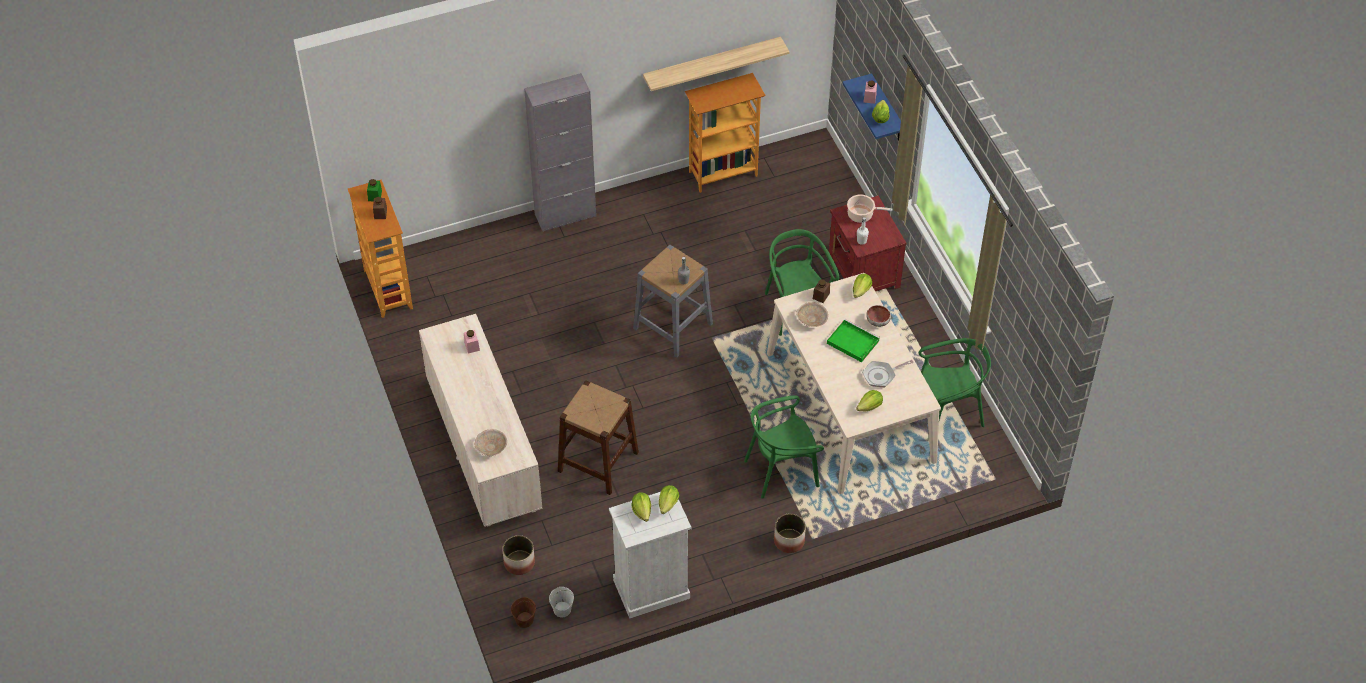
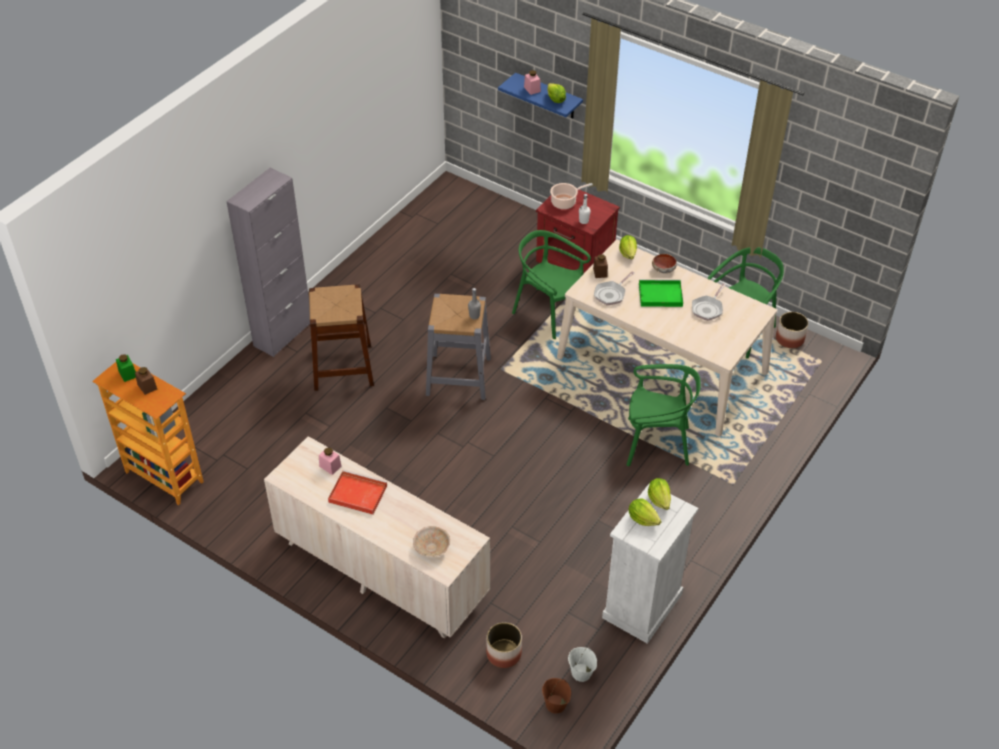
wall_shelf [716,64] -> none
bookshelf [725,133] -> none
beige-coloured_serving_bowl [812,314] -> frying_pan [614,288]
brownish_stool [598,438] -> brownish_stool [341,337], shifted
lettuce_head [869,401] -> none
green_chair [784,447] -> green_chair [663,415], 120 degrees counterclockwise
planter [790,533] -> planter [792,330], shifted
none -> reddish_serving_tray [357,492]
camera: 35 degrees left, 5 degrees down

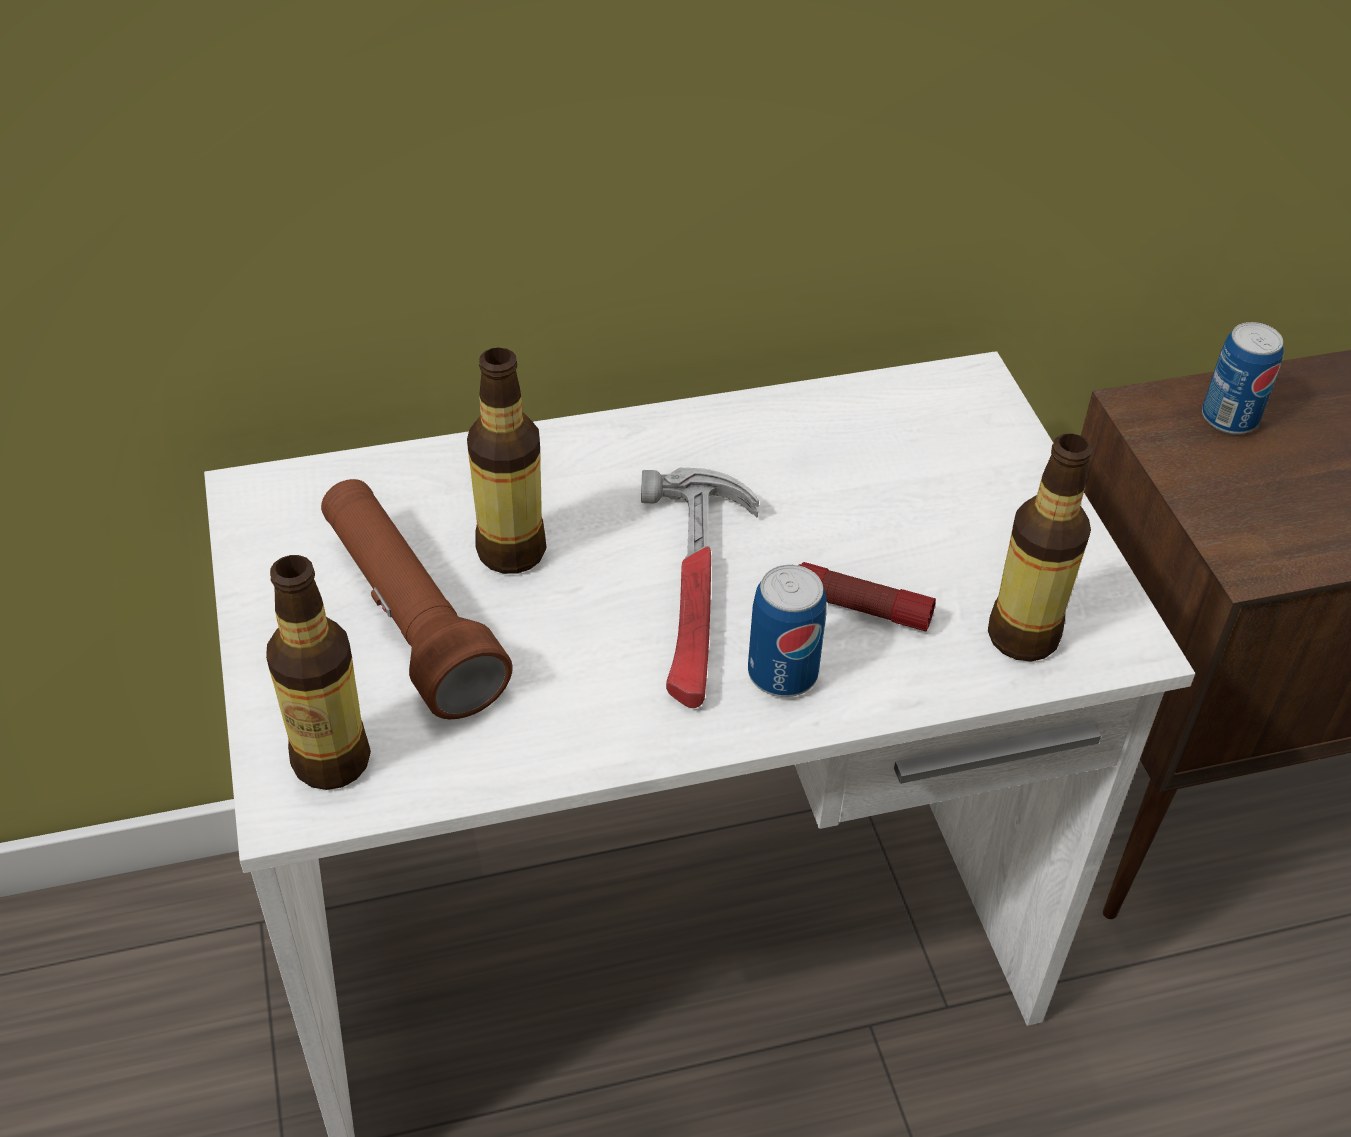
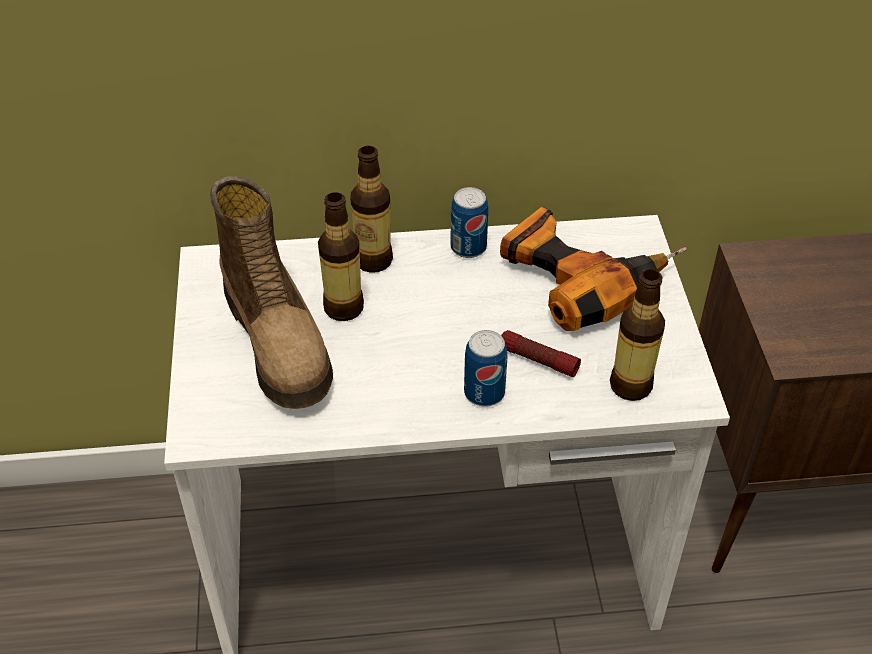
can [1243,378] -> can [469,222], shifted
tool_hammer [700,588] -> none
brownish_flashlight [417,599] -> boot [271,292]
bottle [318,672] -> bottle [371,209], shifted
none -> power_drill [593,269]
camera: 10 degrees right, 0 degrees up

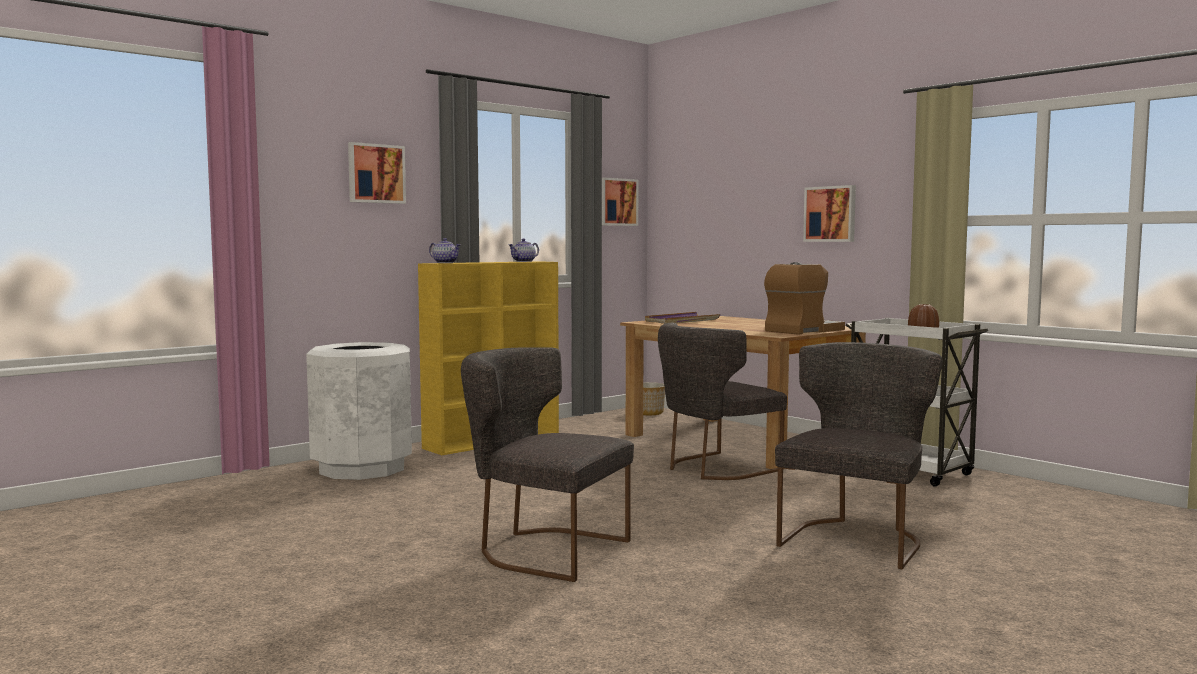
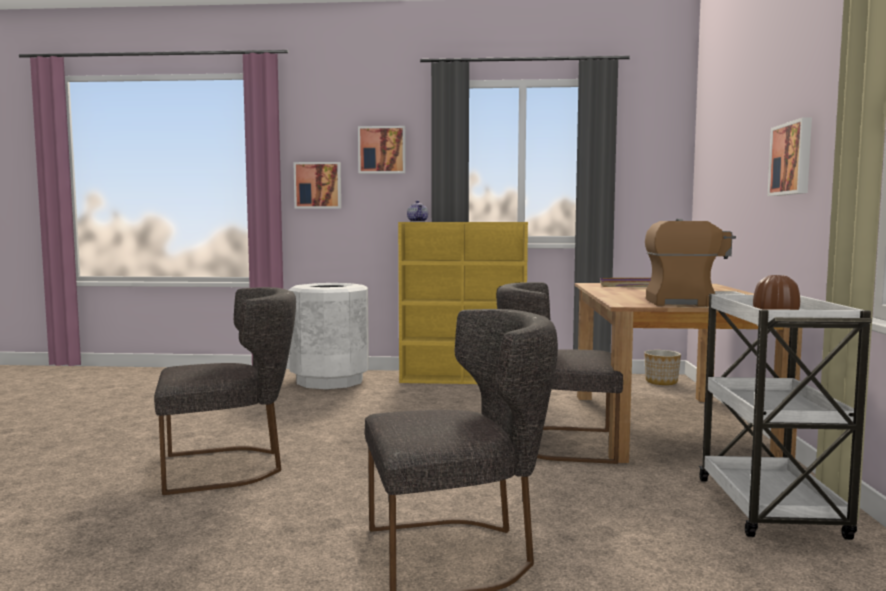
wall_picture [620,202] -> wall_picture [317,185], shifted
teapot [523,250] -> none
grey_chair [547,464] -> grey_chair [225,391], 90 degrees clockwise
camera: 45 degrees right, 0 degrees up

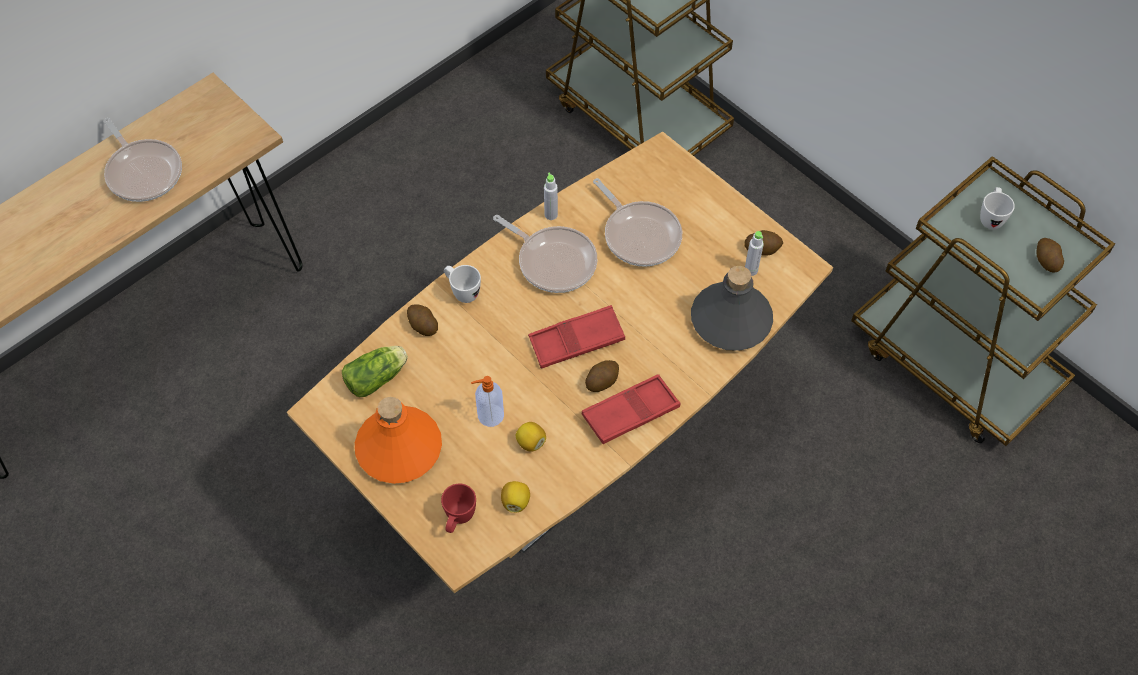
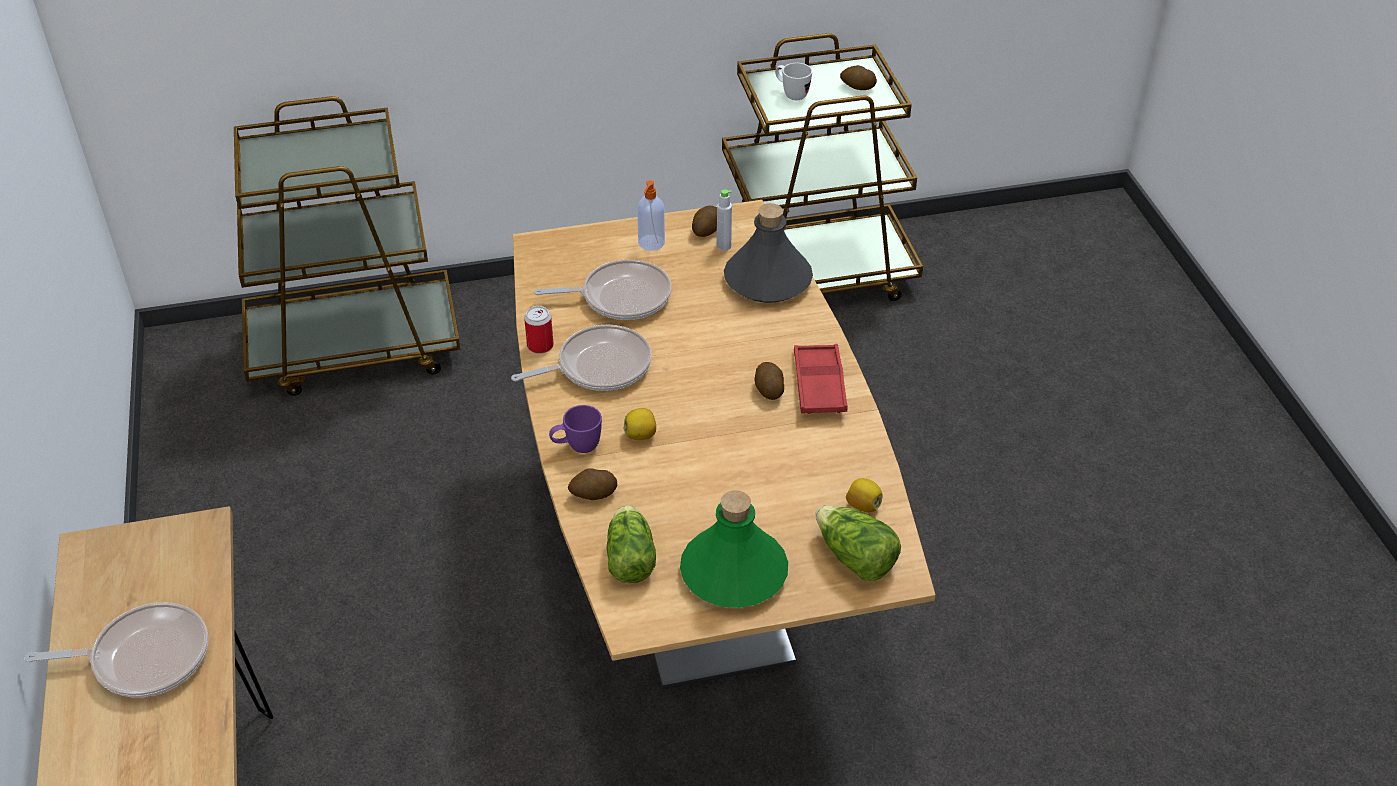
grey_bottle [551,196] -> can [539,330]
whitish_tea_mug [462,284] -> purple_tea_mug [575,429]
reddish_serving_tray [576,337] -> none
soap_bottle [487,401] -> soap_bottle [651,215], shifted
orange-coloured_bottle [398,440] -> green_bottle [734,549]
citrus_fruit [531,437] -> citrus_fruit [640,424], shifted
reddish_tea_mug [458,508] -> lettuce_head [858,543]
camera: 60 degrees left, 15 degrees down

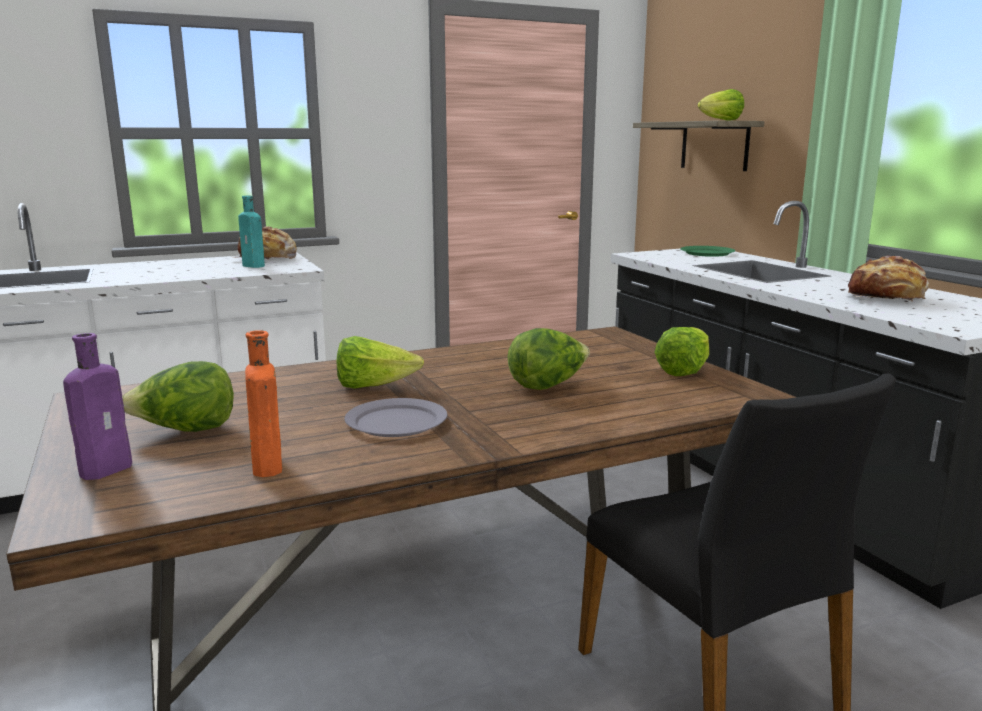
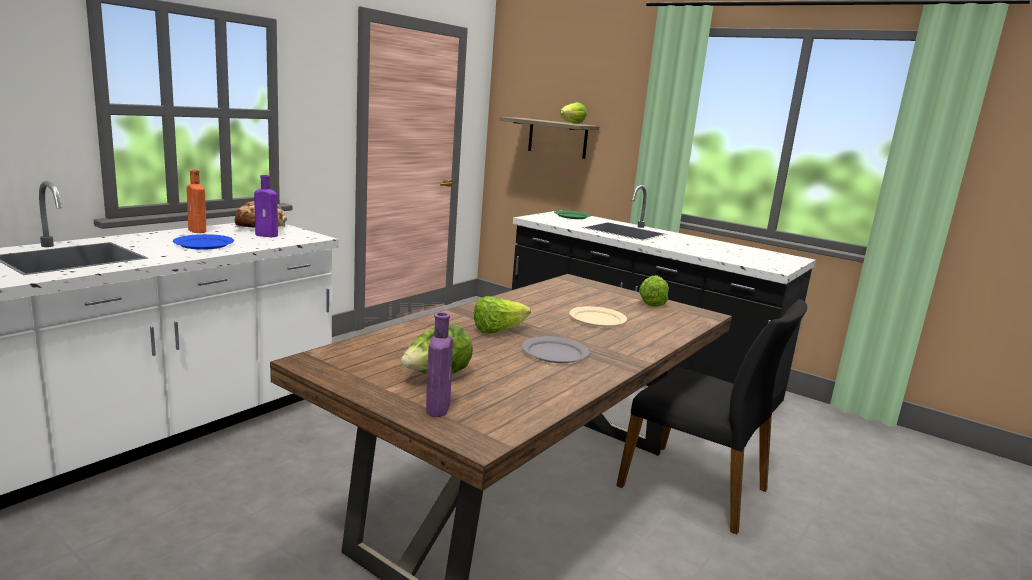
blue-green_bottle [251,232] -> purple_bottle [266,206]
bread [888,278] -> none
lettuce_head [549,359] -> beige-coloured_flat_dish [598,316]
orange-coloured_bottle [263,404] -> orange-coloured_bottle [196,201], shifted
none -> bluish_flat_dish [203,242]
camera: 30 degrees left, 0 degrees up

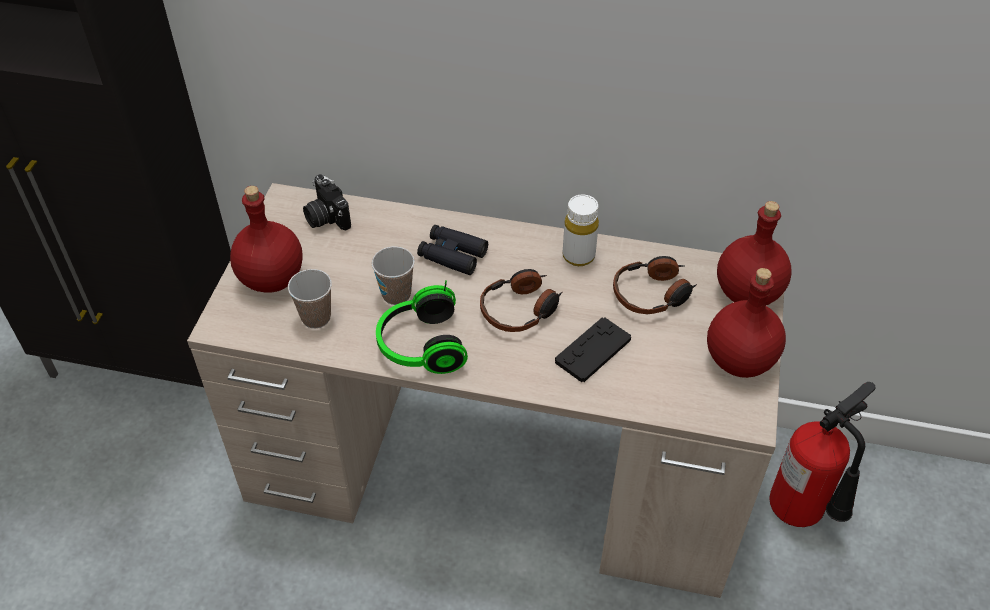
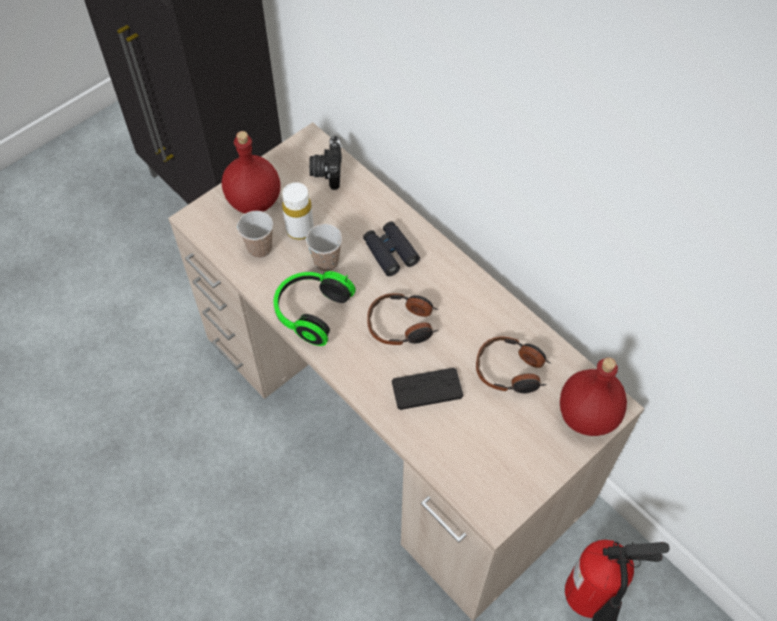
whitish_bottle [581,230] -> whitish_bottle [298,211], shifted
reddish_bottle [746,323] -> none
camera: 35 degrees right, 10 degrees up

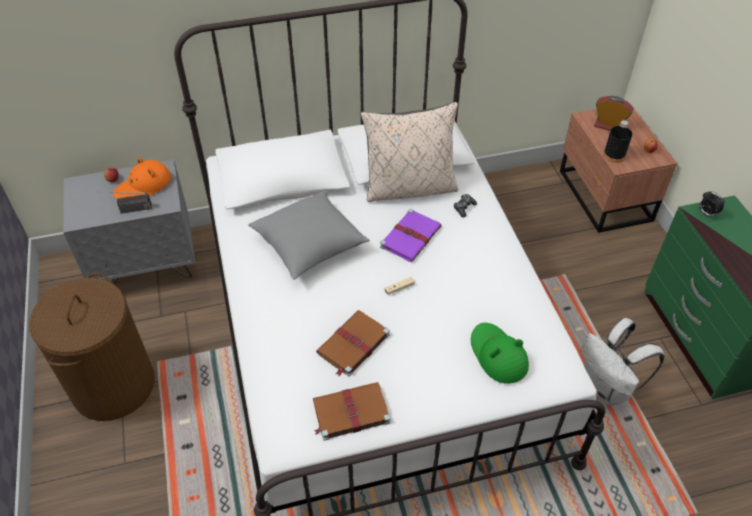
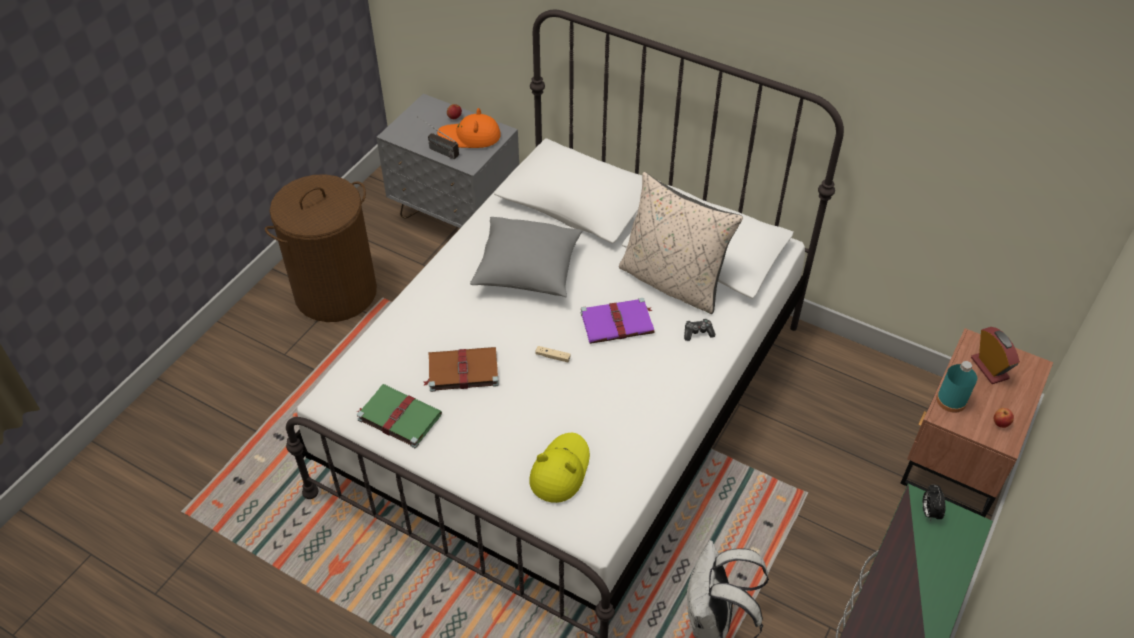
black_bottle [617,141] -> blue-green_bottle [956,387]
green_hat [500,353] -> yellowish_hat [559,467]
brownish_book [352,411] -> green_book [399,416]
camera: 45 degrees right, 0 degrees up

